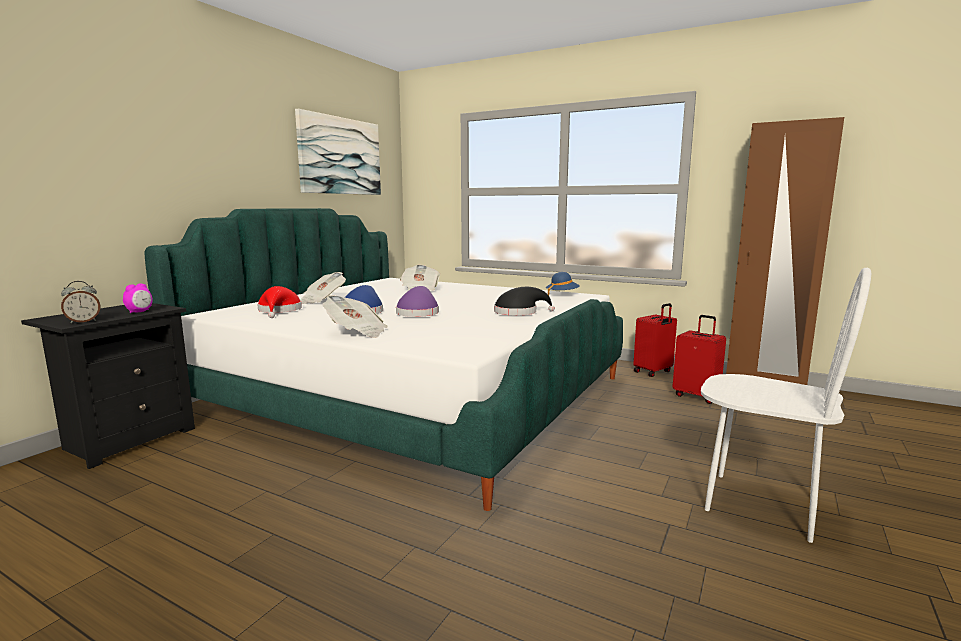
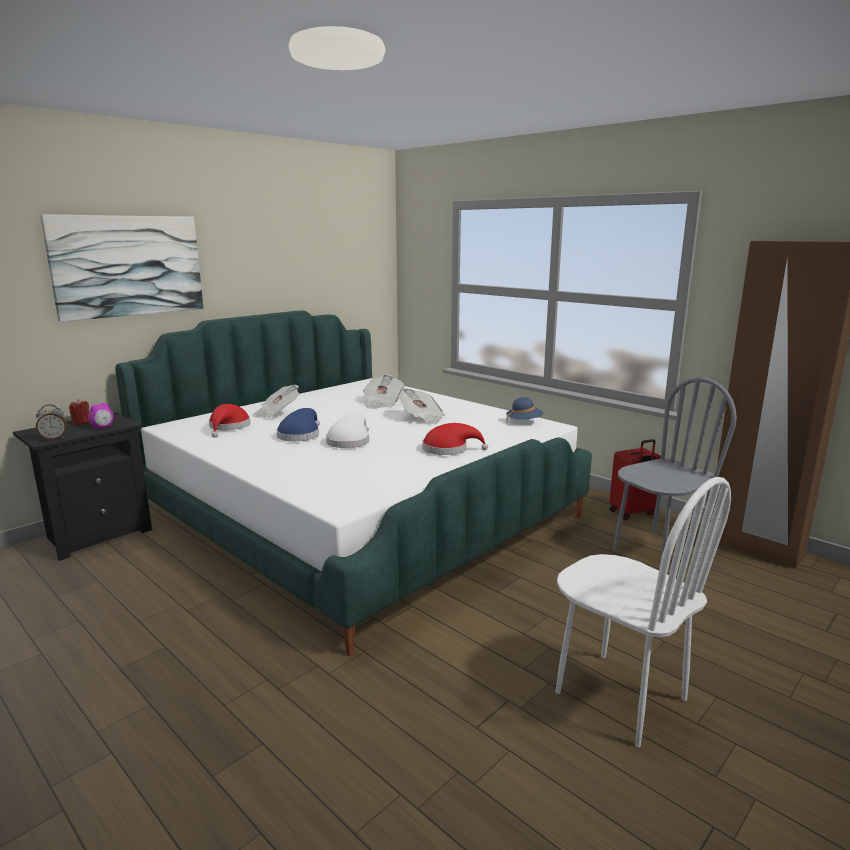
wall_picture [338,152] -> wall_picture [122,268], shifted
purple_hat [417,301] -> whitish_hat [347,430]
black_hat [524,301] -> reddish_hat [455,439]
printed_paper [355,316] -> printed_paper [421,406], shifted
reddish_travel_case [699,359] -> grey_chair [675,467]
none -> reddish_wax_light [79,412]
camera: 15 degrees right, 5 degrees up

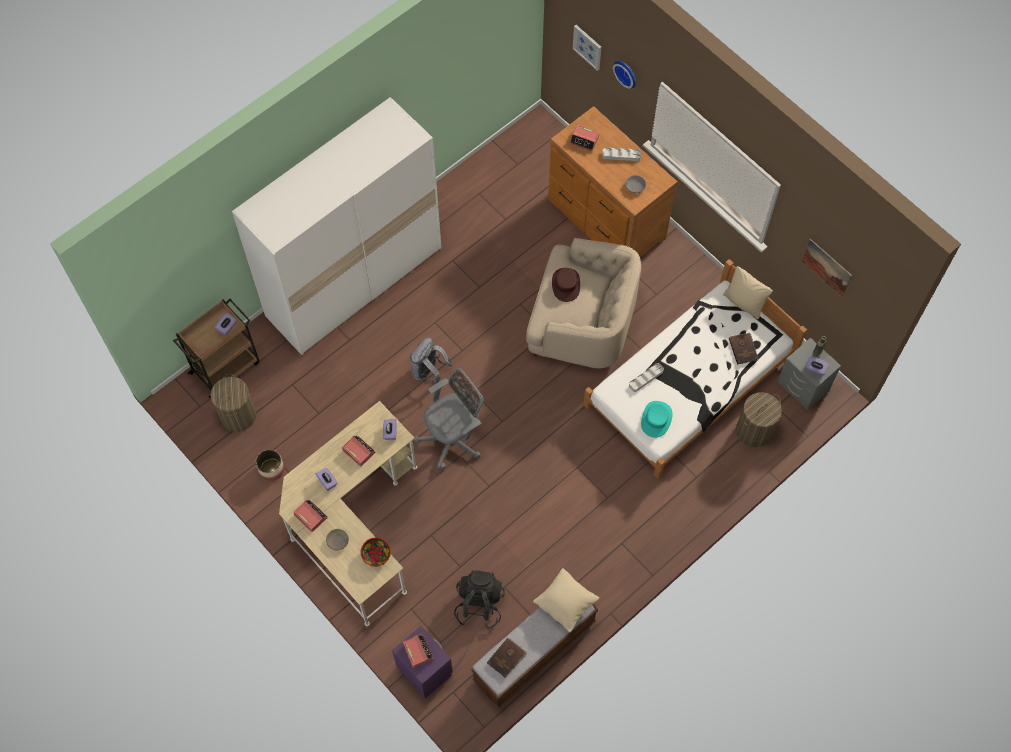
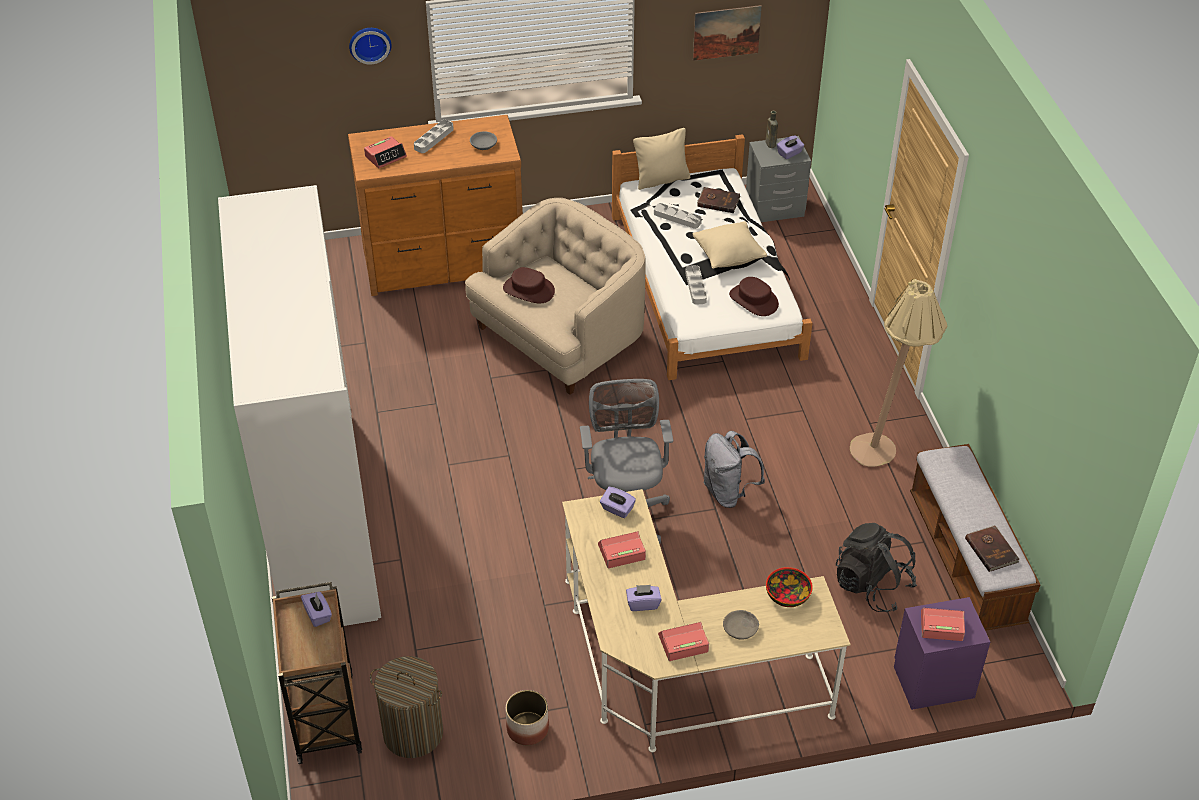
wall_picture [587,48] -> none
grey_knapsack [431,361] -> grey_knapsack [734,469], shifted
washing_basket [759,419] -> none
blue-green_hat [657,419] -> brownish_hat [754,296]
beige-coloured_cushion [566,600] -> beige-coloured_cushion [730,245], shifted
none -> grey_serving_tray [678,216]
none -> beige-coloured_standard_lamp [899,373]
camera: 60 degrees left, 20 degrees down

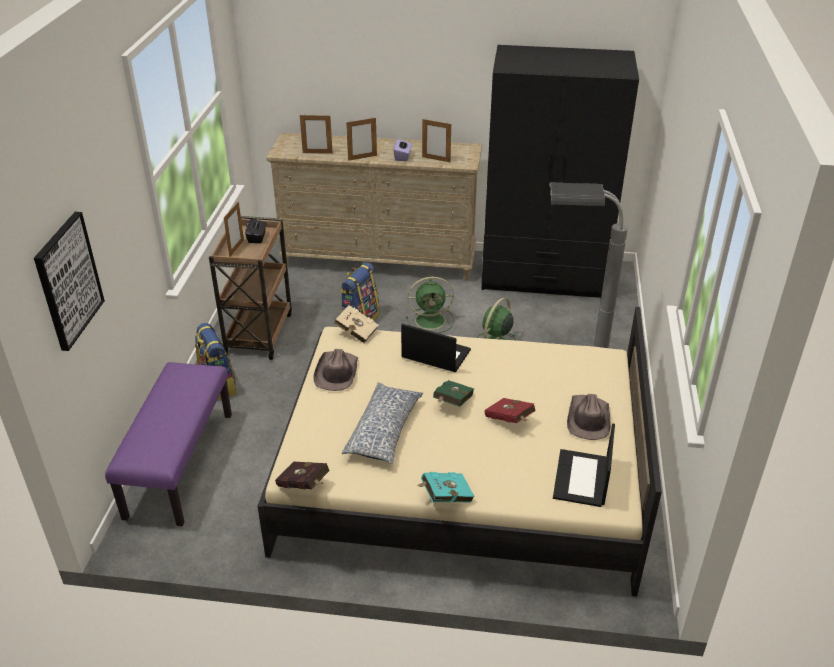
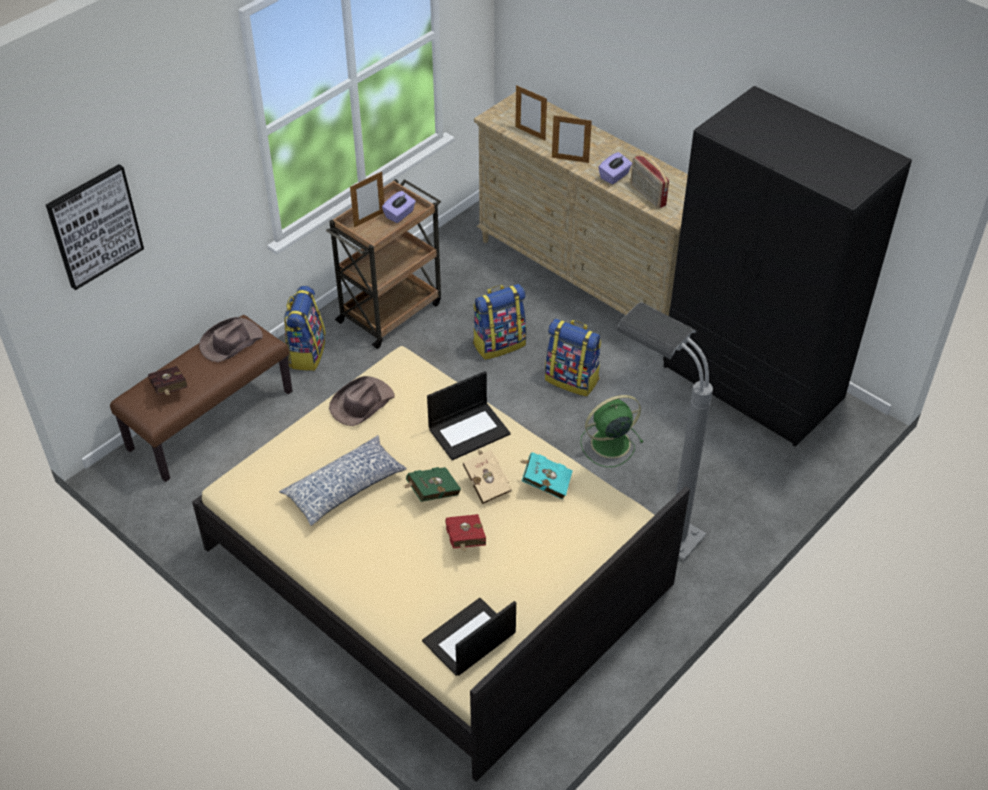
standing_frame [436,140] -> radio_set [650,182]
black_tissue_box [255,230] -> purple_tissue_box [399,207]
green_cooling_fan [430,305] -> knapsack [573,357]
beige-coloured_book [356,324] -> beige-coloured_book [487,477], shifted
laptop [436,348] -> laptop [469,415], 90 degrees clockwise
purple_long_seat [168,444] -> brownish_long_seat [201,398]
brownish_hat [589,417] -> brownish_hat [231,339], shifted
reddish_book [302,475] -> reddish_book [168,380], shifted
blue-green_book [446,487] -> blue-green_book [546,476], shifted
camera: 35 degrees right, 10 degrees up

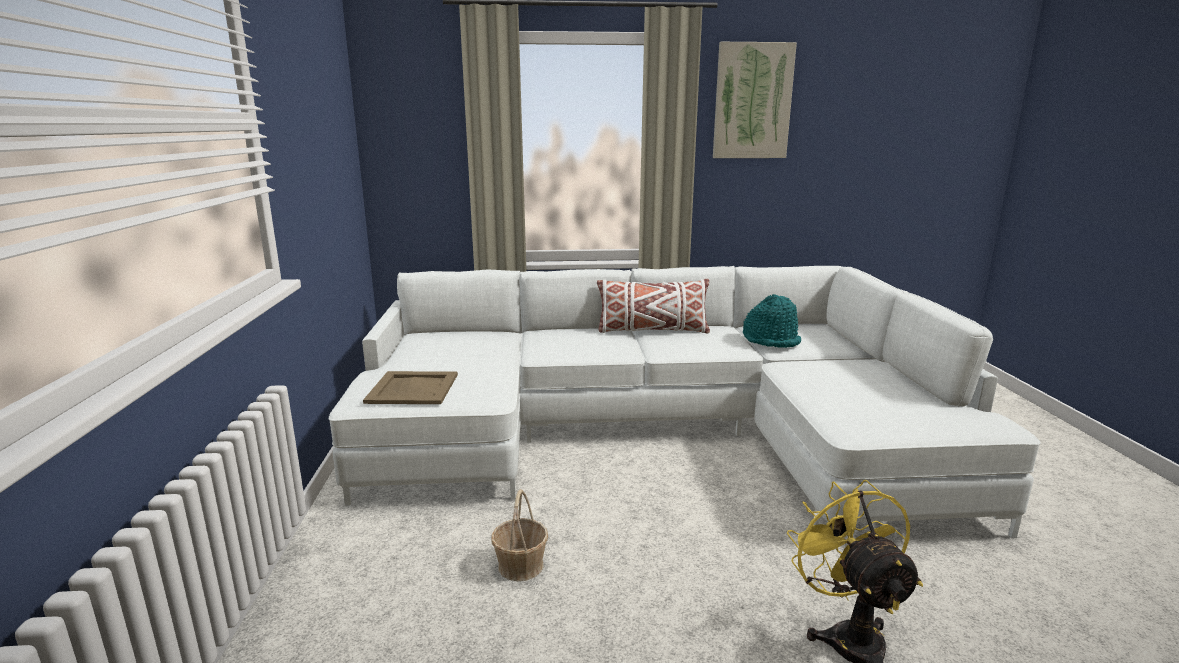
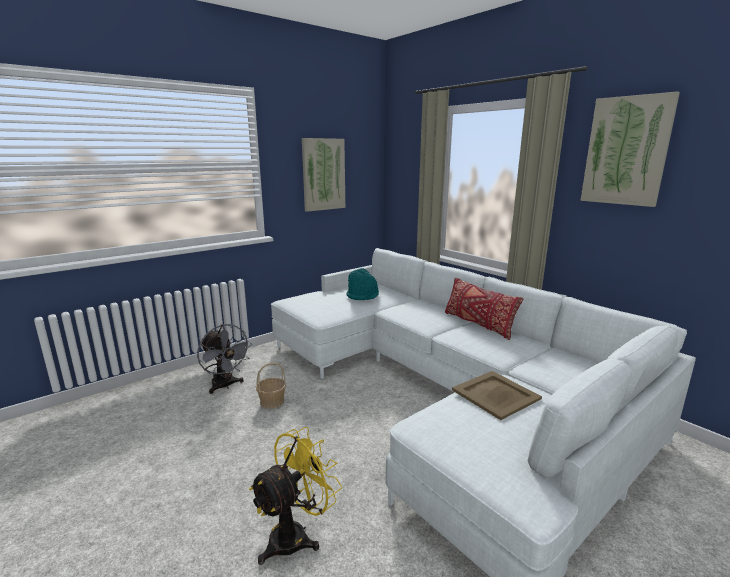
whitish_cushion [653,306] -> reddish_cushion [484,309]
blue-green_hat [772,321] -> blue-green_hat [362,284], shifted
beige-coloured_serving_tray [410,387] -> beige-coloured_serving_tray [497,395], shifted
none -> wall_picture [323,175]
none -> grey_cooling_fan [224,359]
camera: 55 degrees right, 0 degrees up

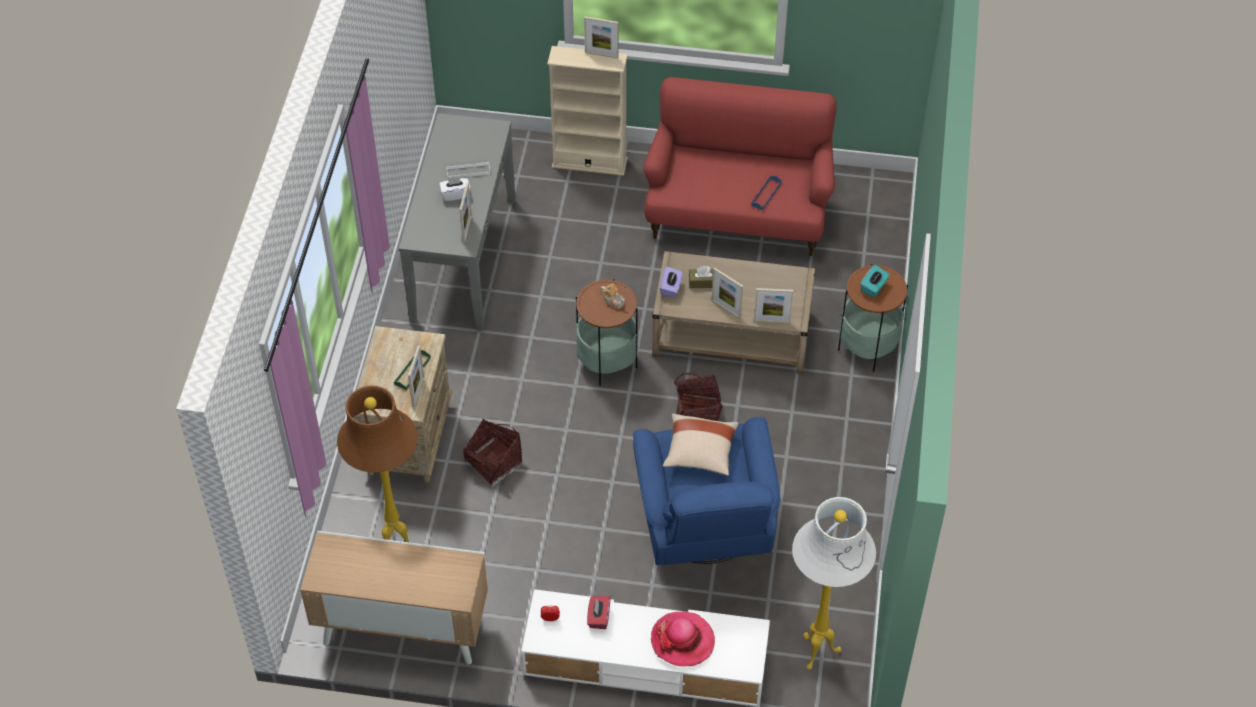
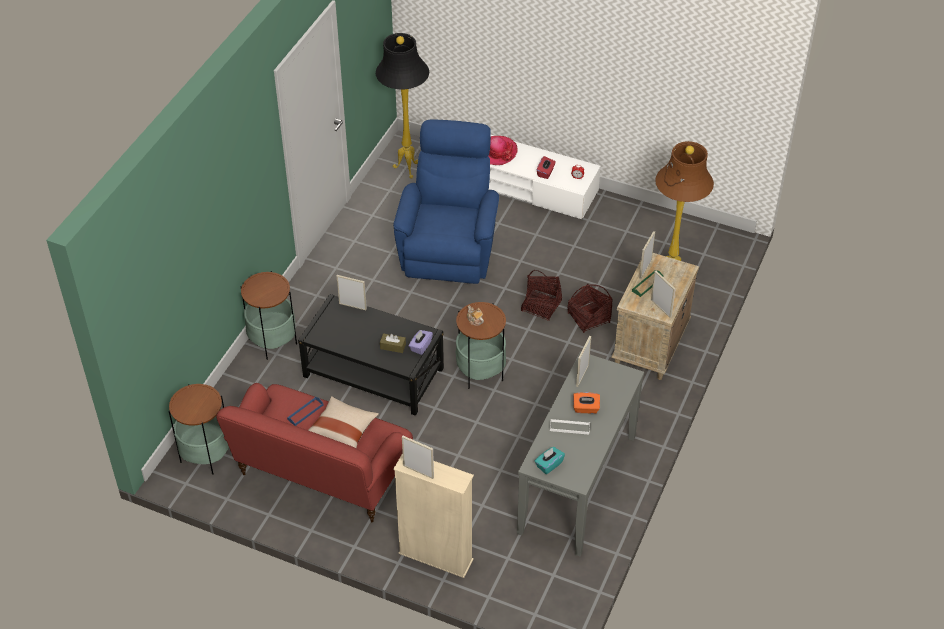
whitish_tissue_box [455,188] -> orange-coloured_tissue_box [586,403]
beige-coloured_low_table [734,312] -> black_low_table [371,355]
blue-green_tissue_box [875,281] -> blue-green_tissue_box [550,460], shifted
standing_frame [727,293] -> standing_frame [663,294], shifted
basket [698,397] -> basket [541,295], shifted
beige-coloured_cushion [701,444] -> beige-coloured_cushion [343,422], shifted
whitish_standard_lamp [834,583] -> black_standard_lamp [402,106]
storage_cabinet [394,598] -> none
none -> accent_table [199,429]
camera: 165 degrees left, 5 degrees down

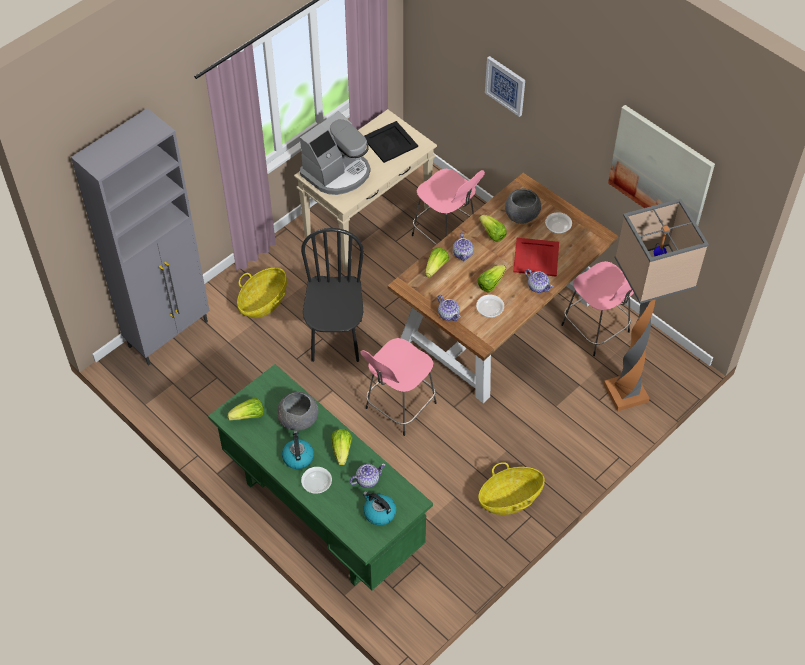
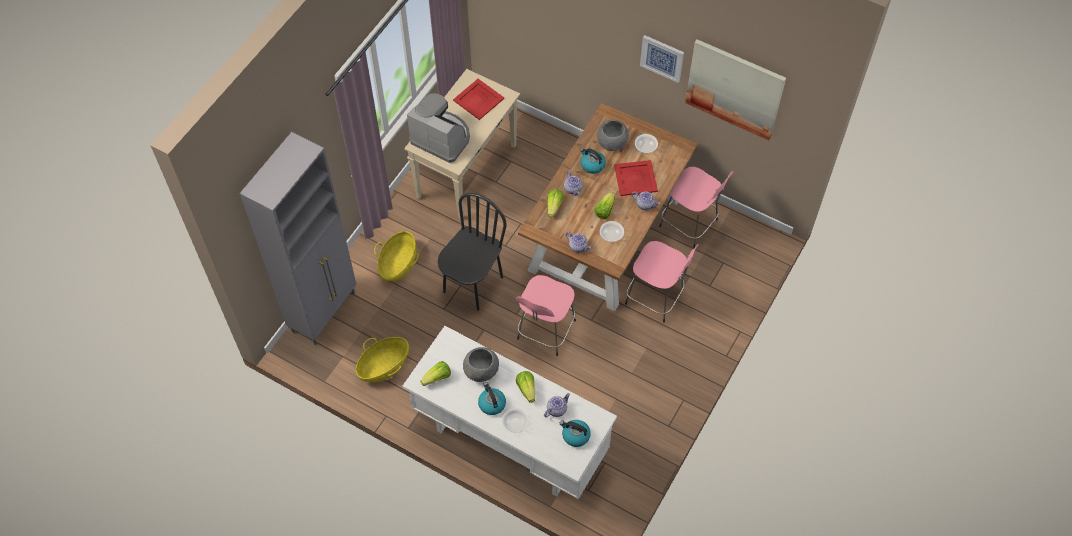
wall_picture [505,86] -> wall_picture [662,59], shifted
coffee_maker [335,153] -> coffee_maker [438,128], 90 degrees counterclockwise
black_serving_tray [391,142] -> reddish_serving_tray [478,99]
pinkish_stool [448,207] -> pinkish_stool [662,282], shifted
standard_lamp [656,305] -> none
lettuce_head [493,228] -> kettle [593,161]
black_chair [332,295] -> black_chair [472,252], 45 degrees clockwise
green_desk [320,477] -> whitish_desk [510,412]
basket [511,488] -> basket [382,359], shifted
camera: 15 degrees left, 5 degrees up

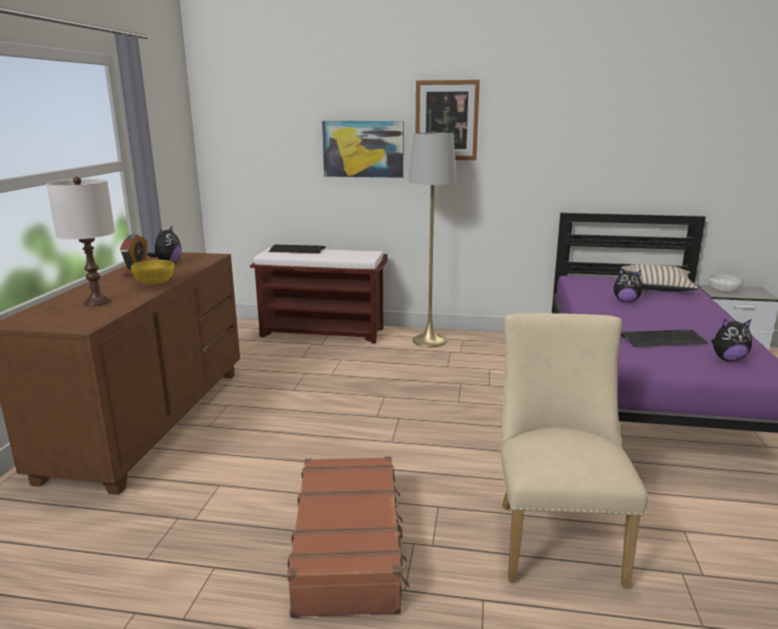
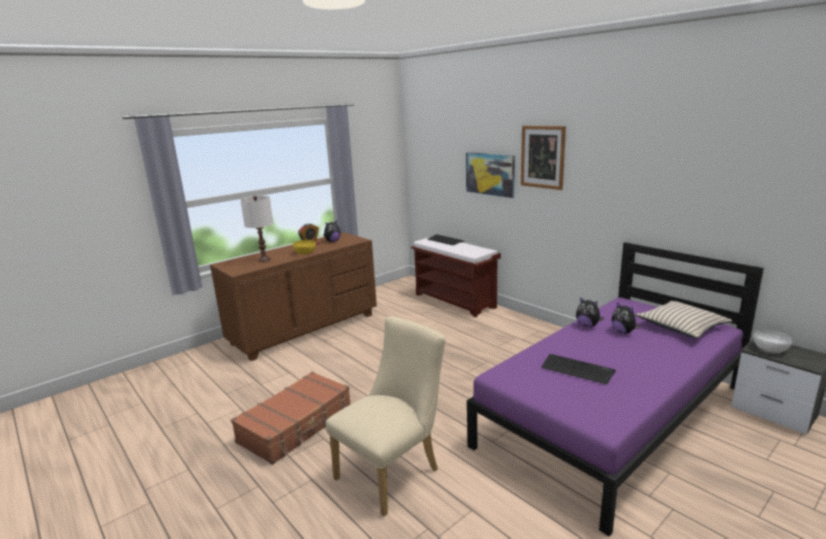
grey_standard_lamp [433,239] -> none
soft_toy [731,340] -> soft_toy [590,312], shifted
camera: 40 degrees right, 0 degrees up

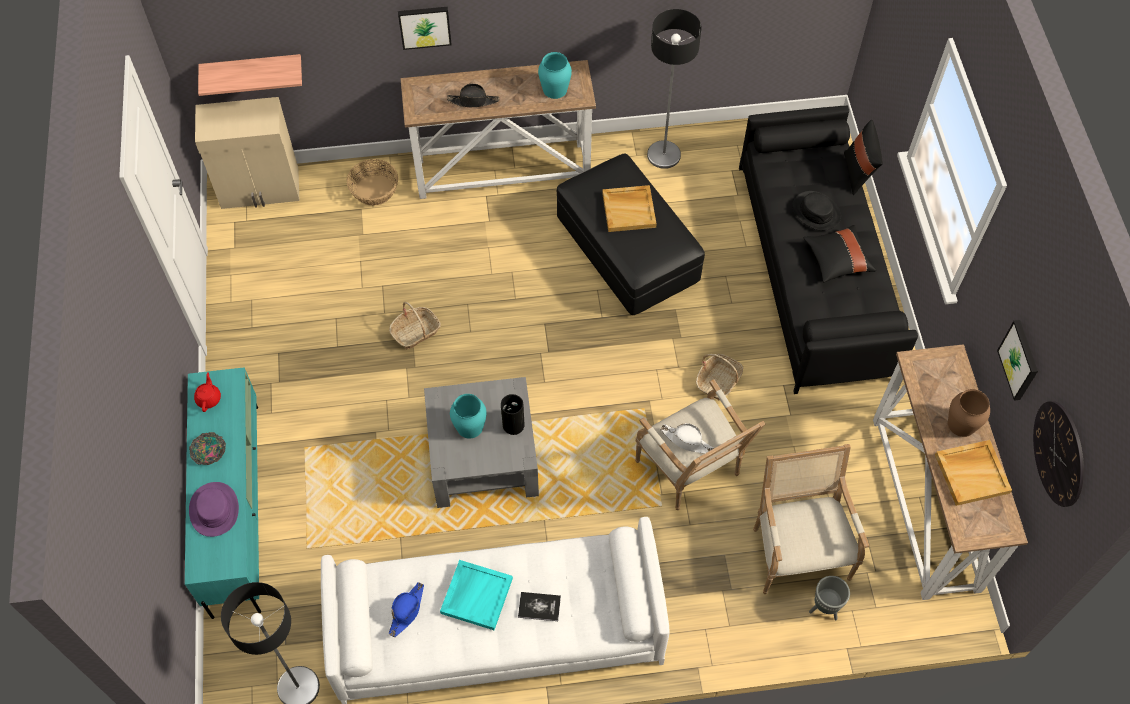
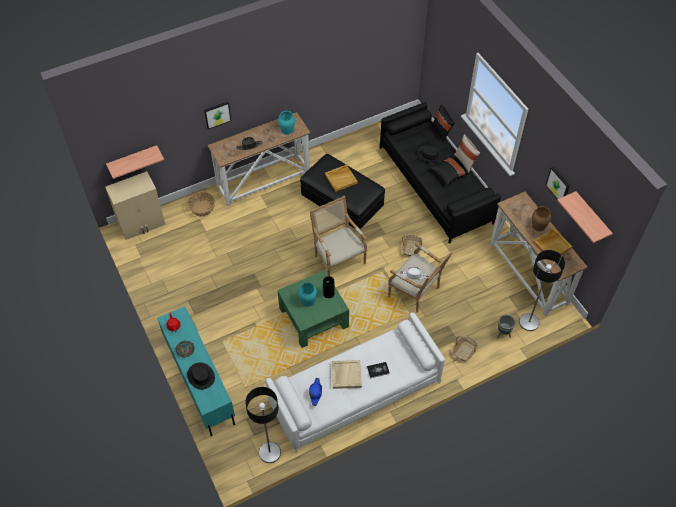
standard_lamp [674,89] -> standard_lamp [542,290], shifted
basket [415,326] -> basket [465,349], shifted
grey_low_table [481,442] -> green_low_table [313,309]
clock_on_the_wall [1058,454] -> wall_shelf [585,217]
armchair [811,519] -> armchair [338,236], shifted
purple_hat [214,509] -> black_hat [201,376]
blue-green_serving_tray [476,595] -> beige-coloured_serving_tray [347,374]
none -> beige-coloured_cushion [467,153]
camera: 20 degrees left, 5 degrees down

